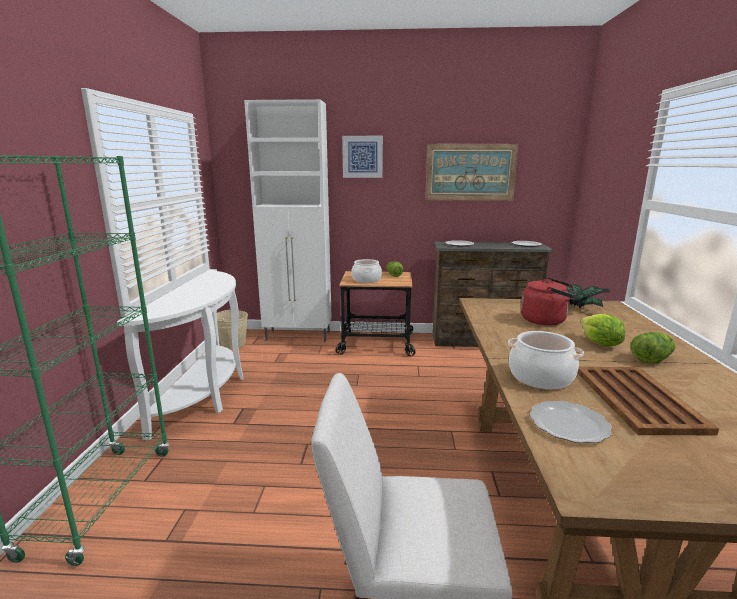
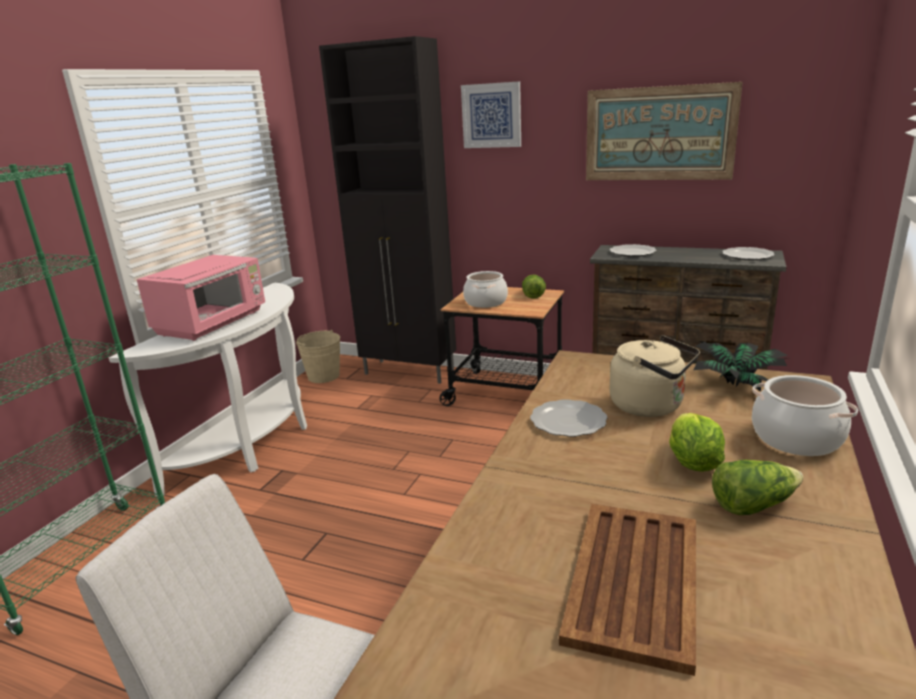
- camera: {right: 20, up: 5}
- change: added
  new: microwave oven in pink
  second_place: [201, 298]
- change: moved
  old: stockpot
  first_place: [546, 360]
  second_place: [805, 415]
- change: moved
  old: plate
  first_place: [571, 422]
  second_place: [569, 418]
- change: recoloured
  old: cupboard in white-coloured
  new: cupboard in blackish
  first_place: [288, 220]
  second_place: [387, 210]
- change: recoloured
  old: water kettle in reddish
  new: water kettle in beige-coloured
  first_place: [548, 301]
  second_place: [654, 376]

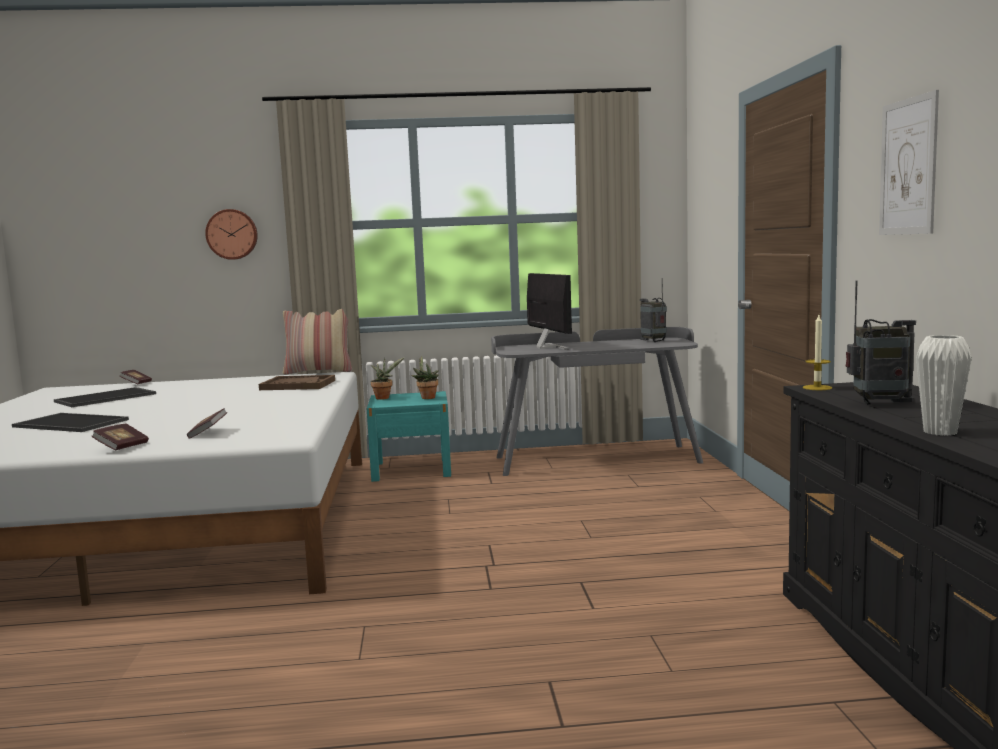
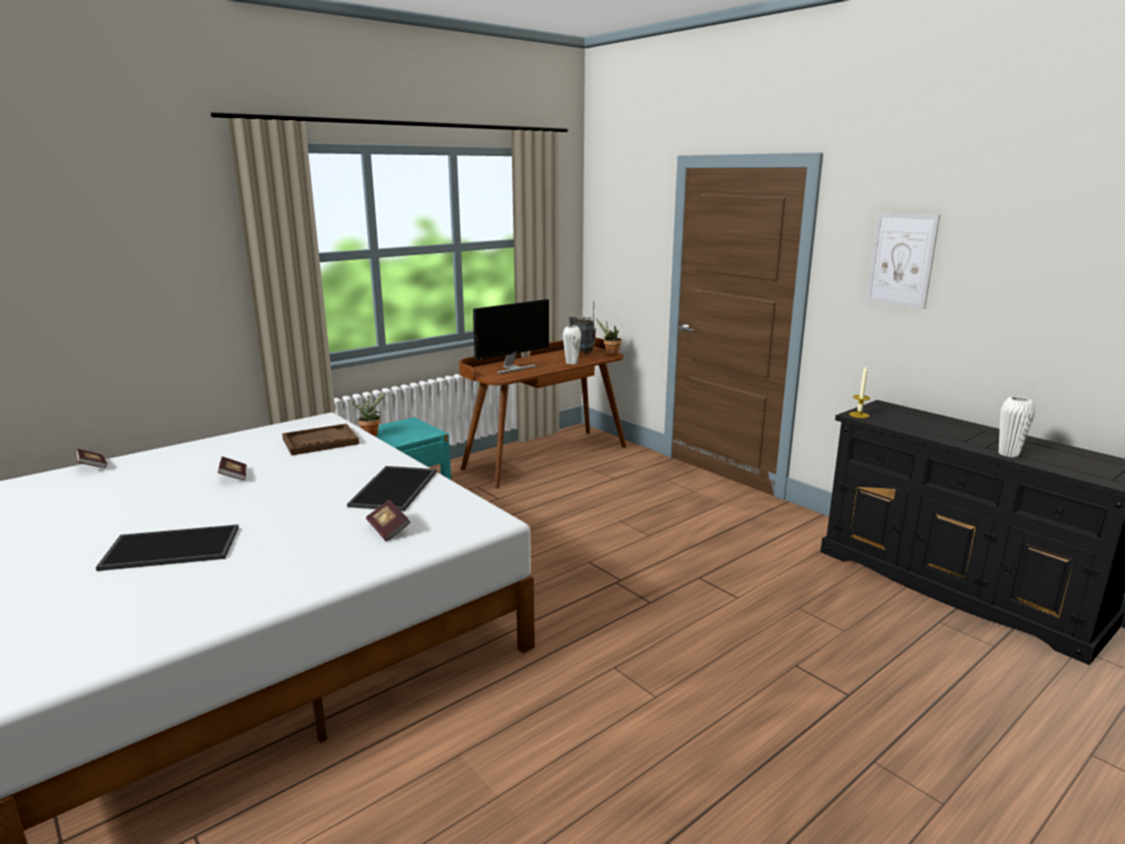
- camera: {right: -35, up: 10}
- change: removed
  old: hanging clock
  first_place: [231, 234]
- change: removed
  old: throw pillow
  first_place: [317, 342]
- change: removed
  old: radio
  first_place: [881, 343]
- change: added
  new: flower vase in white-coloured
  second_place: [572, 345]
- change: moved
  old: carrying tray
  first_place: [105, 397]
  second_place: [392, 488]
- change: moved
  old: bound book
  first_place: [120, 437]
  second_place: [232, 468]
- change: moved
  old: houseplant
  first_place: [425, 377]
  second_place: [609, 337]
- change: recoloured
  old: desk table in greyish
  new: desk table in brown
  first_place: [597, 401]
  second_place: [542, 413]
- change: turned
  old: computer screen
  first_place: [549, 311]
  second_place: [511, 336]
  degrees: 105

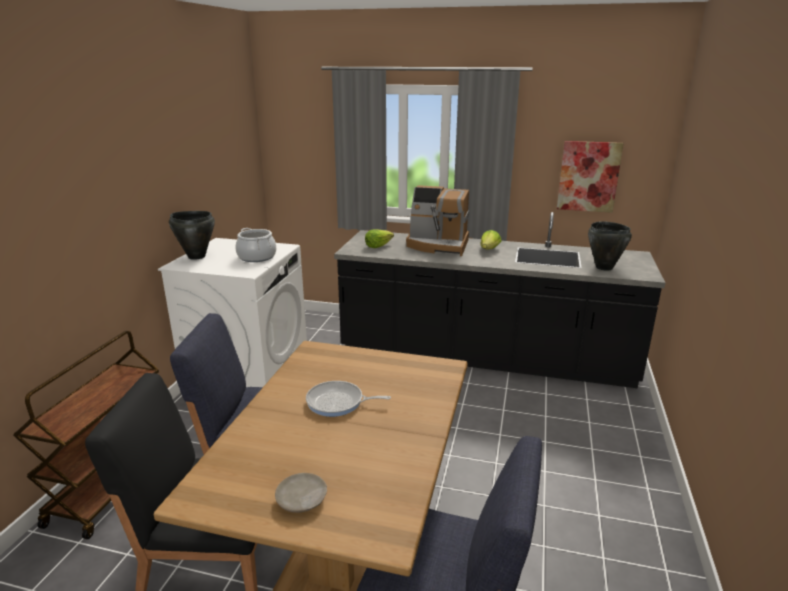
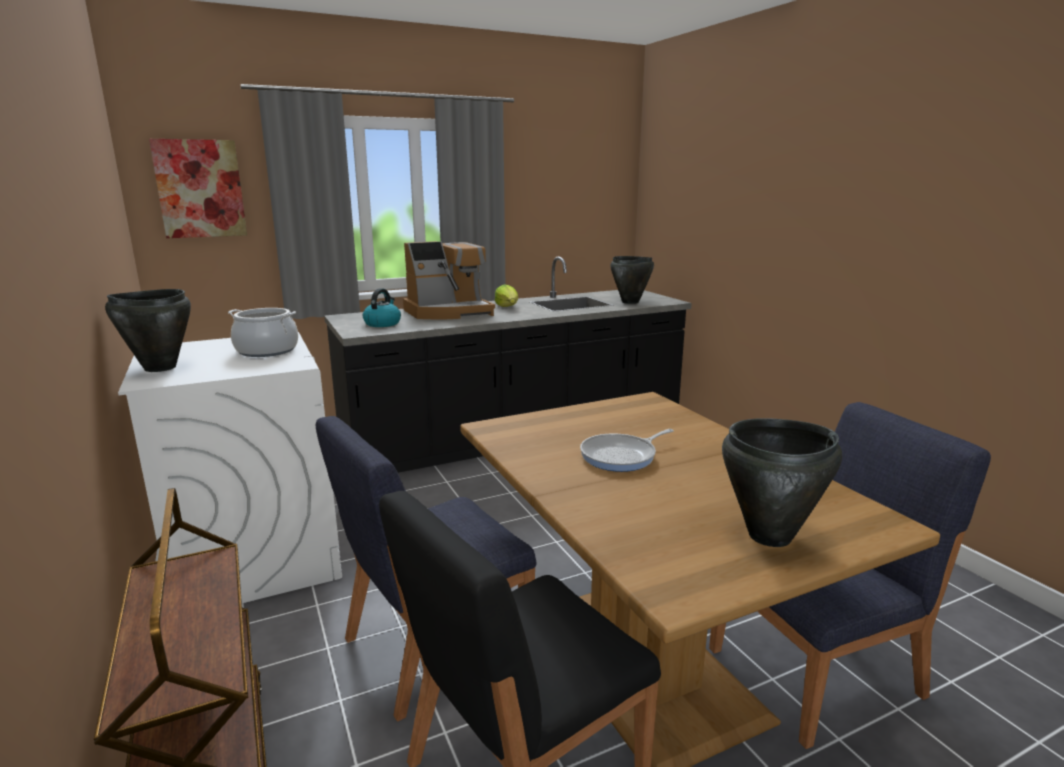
- camera: {right: -40, up: -5}
- change: moved
  old: picture
  first_place: [590, 177]
  second_place: [198, 188]
- change: replaced
  old: plate in beige-coloured
  new: stockpot in blackish
  first_place: [301, 493]
  second_place: [782, 482]
- change: replaced
  old: lettuce
  new: water kettle
  first_place: [379, 238]
  second_place: [382, 307]

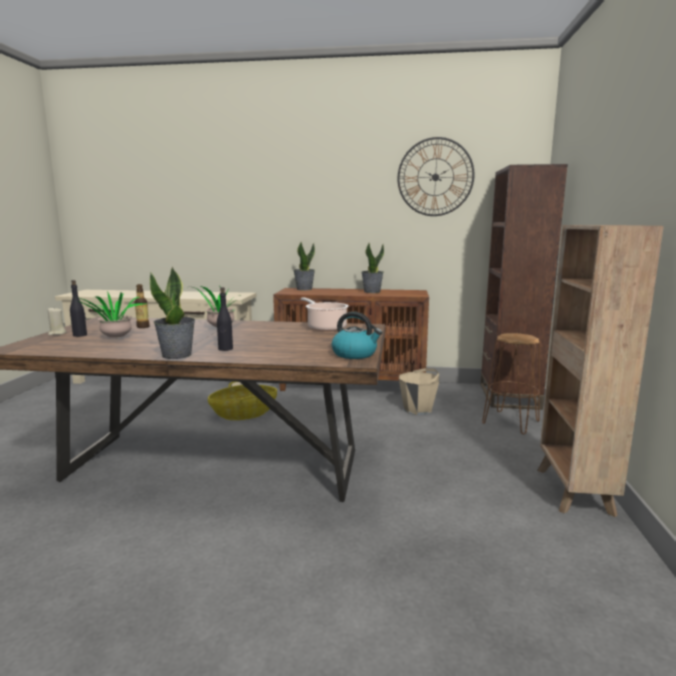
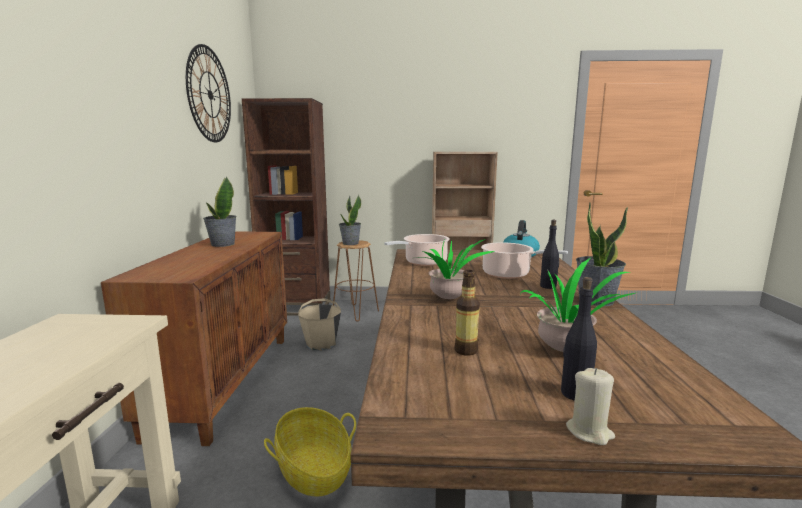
- camera: {right: -95, up: 0}
- change: added
  new: stockpot
  second_place: [524, 260]
- change: moved
  old: houseplant
  first_place: [304, 266]
  second_place: [350, 220]

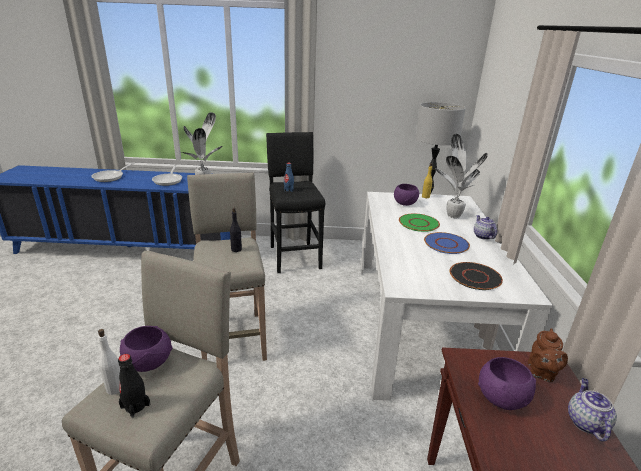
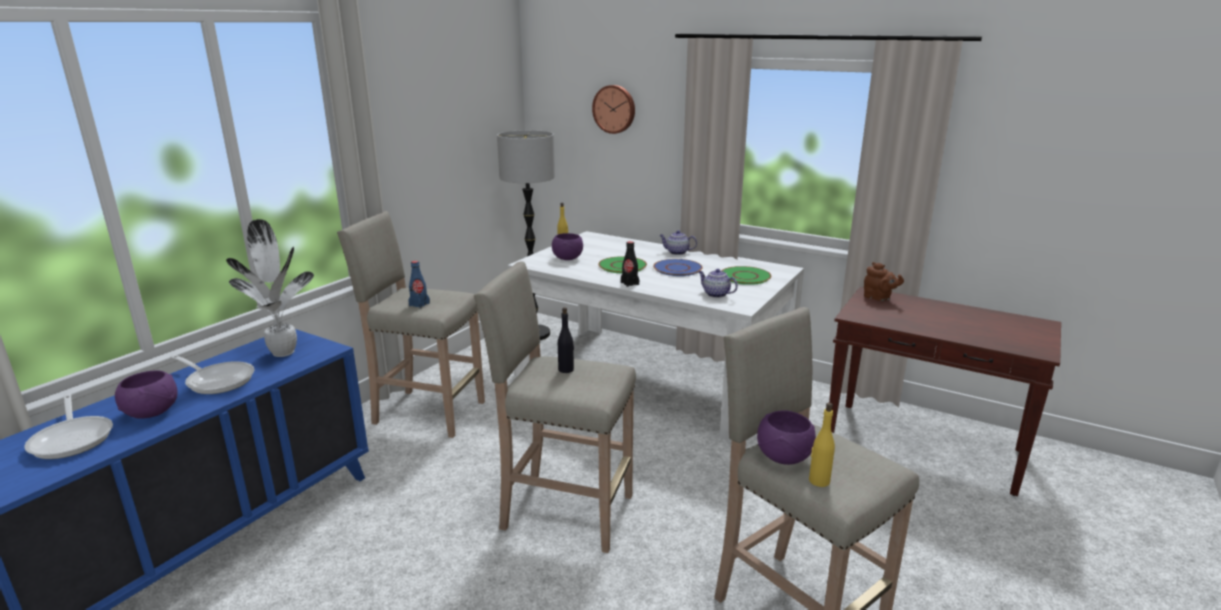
- camera: {right: -60, up: -5}
- change: removed
  old: houseplant
  first_place: [461, 176]
- change: added
  new: hanging clock
  second_place: [613, 109]
- change: moved
  old: bottle in blackish
  first_place: [134, 386]
  second_place: [630, 264]
- change: moved
  old: deep dish in purple-coloured
  first_place: [507, 383]
  second_place: [146, 394]
- change: moved
  old: pot for tea
  first_place: [592, 410]
  second_place: [718, 283]
- change: recoloured
  old: bottle in white-coloured
  new: bottle in yellow-coloured
  first_place: [109, 362]
  second_place: [822, 445]
- change: recoloured
  old: sitting stool in blackish
  new: sitting stool in beige-coloured
  first_place: [295, 202]
  second_place: [411, 324]
- change: recoloured
  old: plate in blackish
  new: plate in green
  first_place: [476, 276]
  second_place: [746, 275]

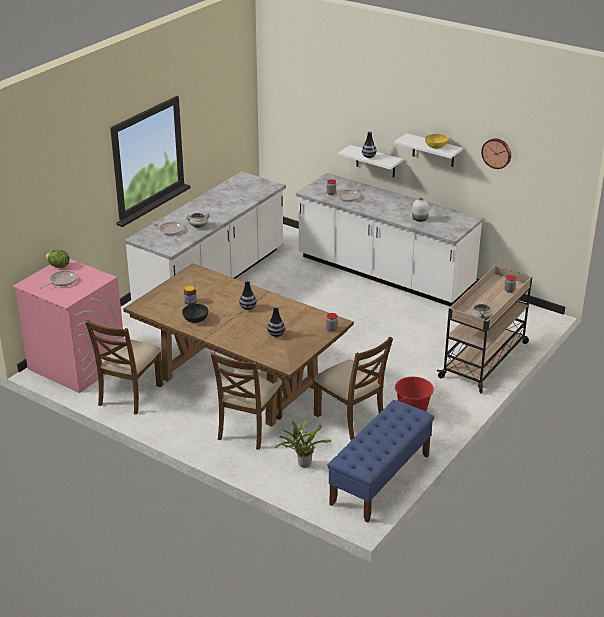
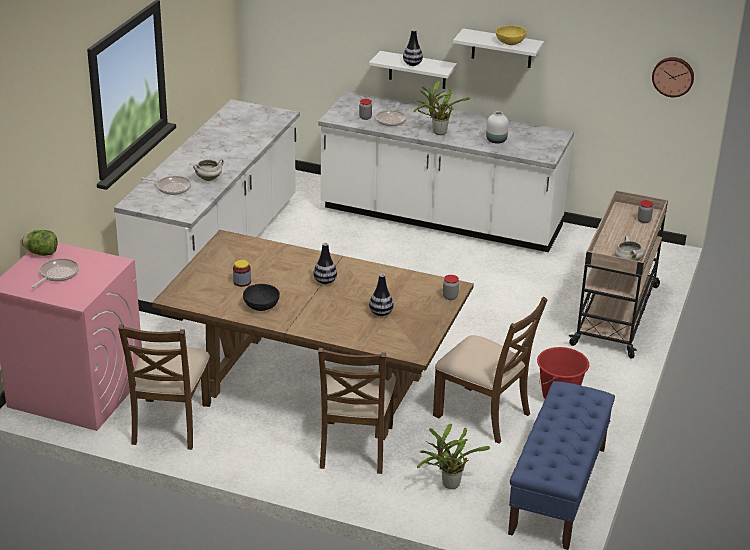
- camera: {right: -15, up: 0}
- change: added
  new: houseplant
  second_place: [441, 108]
- change: moved
  old: hanging clock
  first_place: [496, 153]
  second_place: [673, 77]

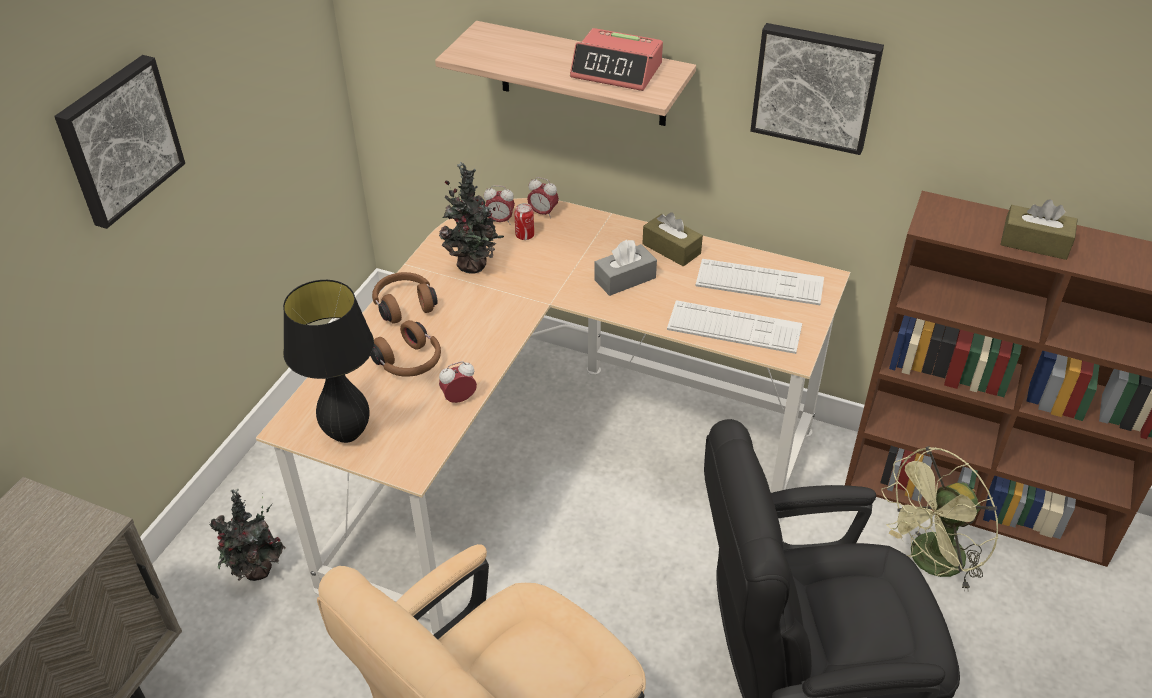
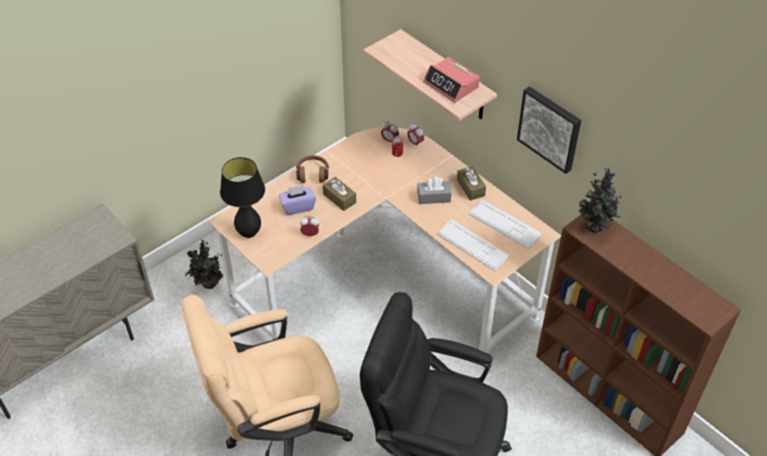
- camera: {right: 25, up: 5}
- change: removed
  old: picture
  first_place: [119, 142]
- change: removed
  old: electric fan in green
  first_place: [939, 518]
- change: moved
  old: houseplant
  first_place: [471, 218]
  second_place: [600, 199]
- change: moved
  old: tissue box in brown
  first_place: [1039, 229]
  second_place: [339, 194]
- change: replaced
  old: headset in brown
  new: tissue box in purple-coloured
  first_place: [405, 348]
  second_place: [297, 200]

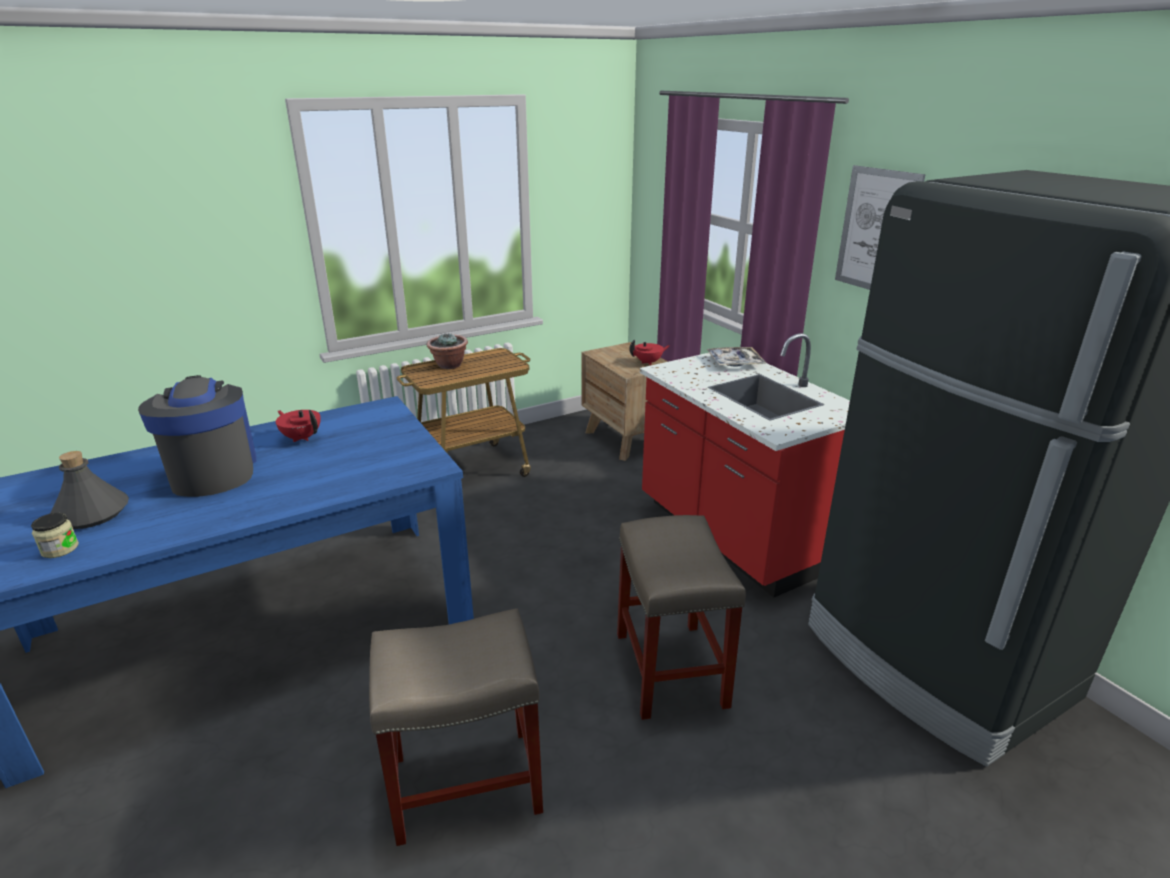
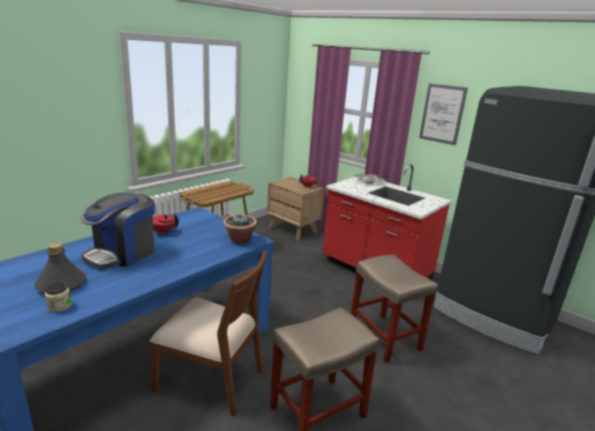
- camera: {right: -20, up: -5}
- change: added
  new: plain chair in brown
  second_place: [208, 333]
- change: moved
  old: houseplant
  first_place: [447, 351]
  second_place: [240, 229]
- change: turned
  old: coffee maker
  first_place: [197, 436]
  second_place: [117, 230]
  degrees: -105

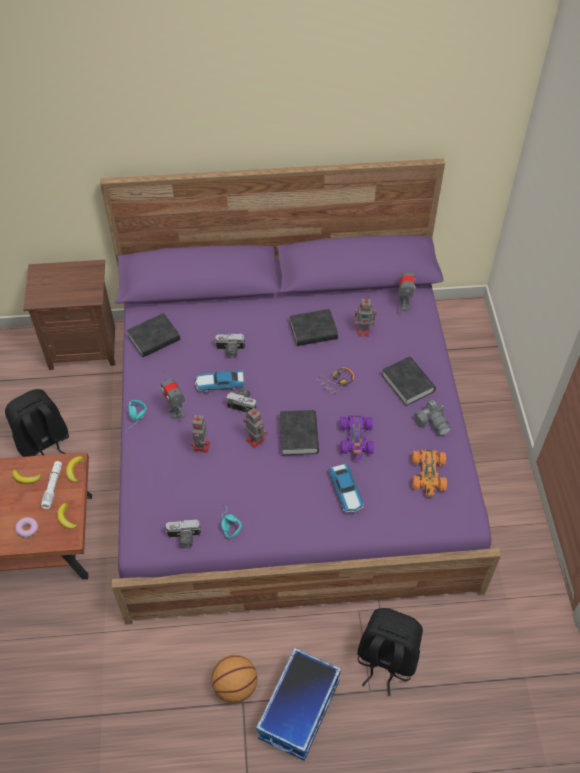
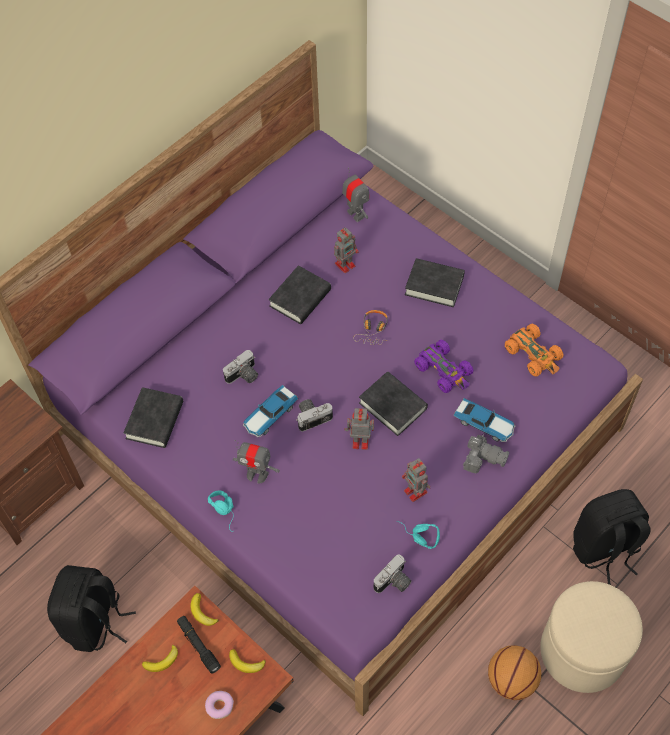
- camera: {right: -40, up: 5}
- change: moved
  old: toy robot
  first_place: [200, 434]
  second_place: [416, 480]
- change: moved
  old: still camera
  first_place: [432, 417]
  second_place: [486, 454]
- change: replaced
  old: storage container
  new: pouffe in beige-coloured
  first_place: [298, 704]
  second_place: [591, 637]
- change: recoloured
  old: hand torch in white-coloured
  new: hand torch in blackish
  first_place: [51, 485]
  second_place: [199, 645]

